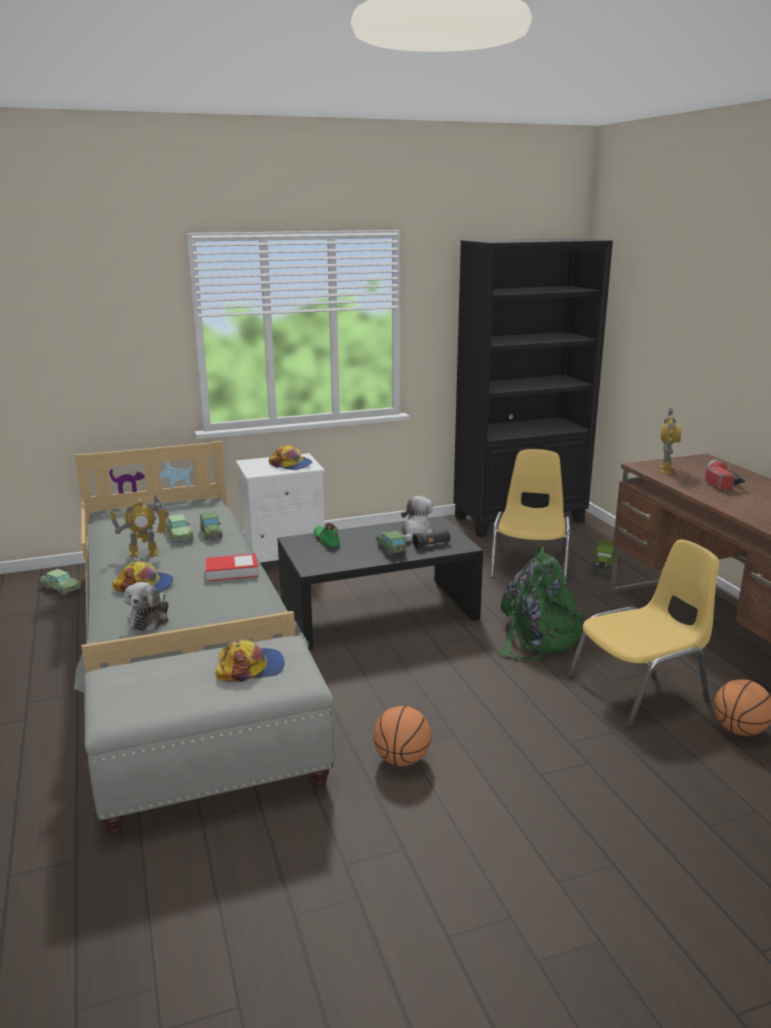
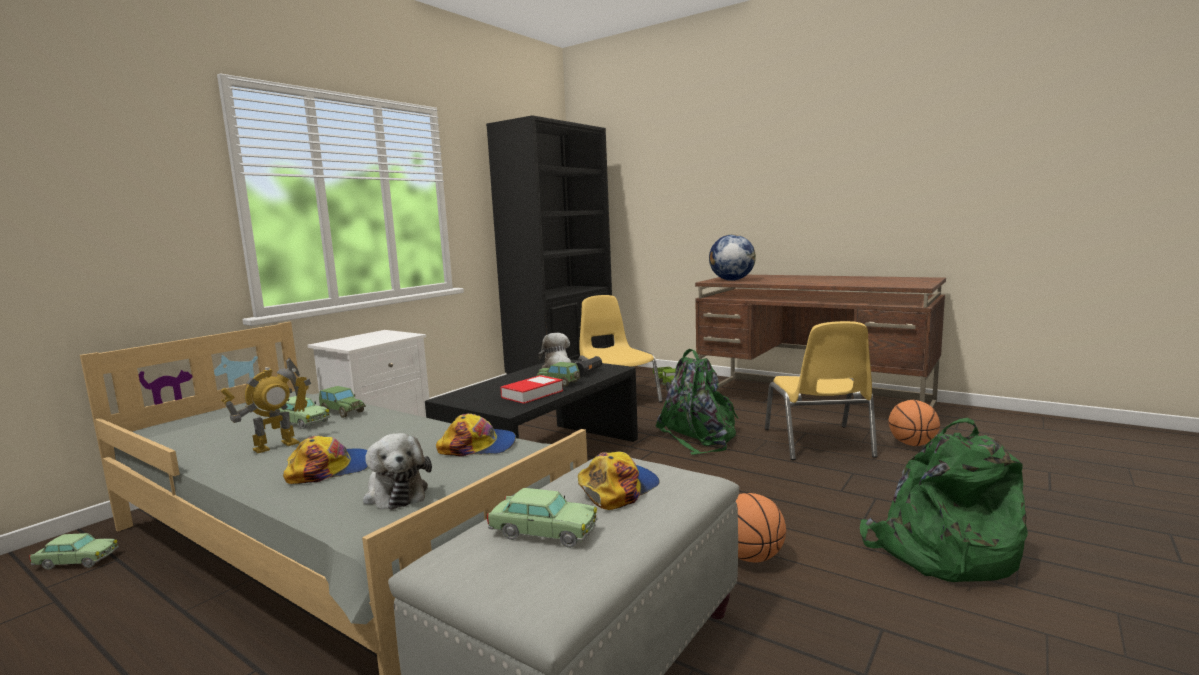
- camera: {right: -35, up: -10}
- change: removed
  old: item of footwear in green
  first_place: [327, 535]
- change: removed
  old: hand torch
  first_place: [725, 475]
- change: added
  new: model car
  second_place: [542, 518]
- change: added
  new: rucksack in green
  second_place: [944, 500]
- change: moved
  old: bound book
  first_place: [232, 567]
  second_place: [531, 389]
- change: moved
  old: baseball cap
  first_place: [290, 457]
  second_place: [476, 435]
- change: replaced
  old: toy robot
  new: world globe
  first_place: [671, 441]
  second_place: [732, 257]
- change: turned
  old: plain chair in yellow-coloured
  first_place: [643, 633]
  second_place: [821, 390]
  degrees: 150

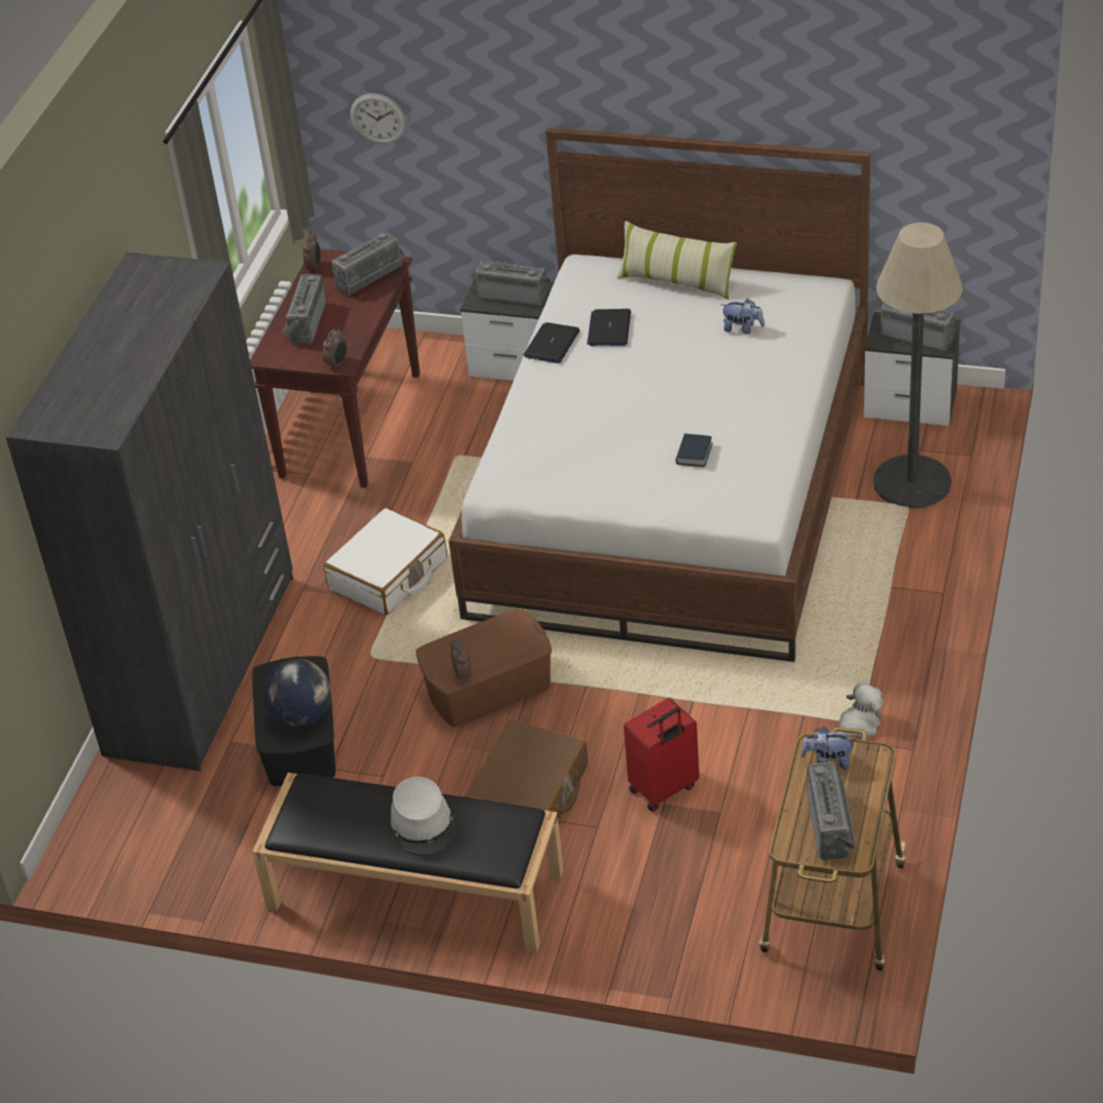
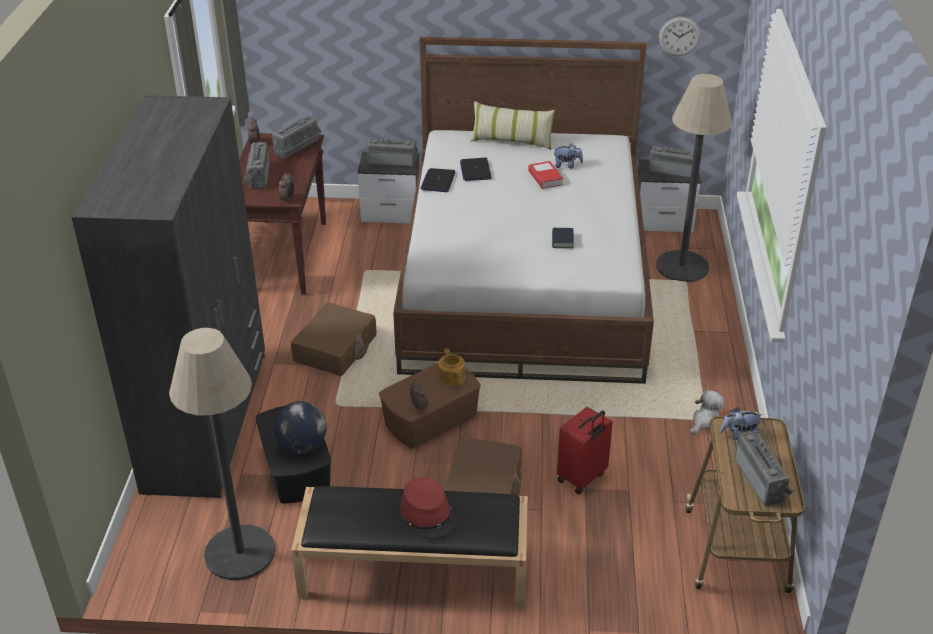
- camera: {right: -15, up: -5}
- change: added
  new: standard lamp
  second_place: [222, 454]
- change: added
  new: pot for tea
  second_place: [451, 367]
- change: added
  new: bound book
  second_place: [545, 175]
- change: moved
  old: hanging clock
  first_place: [378, 118]
  second_place: [680, 36]
- change: recoloured
  old: piece of luggage in white-coloured
  new: piece of luggage in brown
  first_place: [385, 561]
  second_place: [333, 339]
- change: recoloured
  old: clothing hat in greyish
  new: clothing hat in reddish
  first_place: [423, 816]
  second_place: [428, 508]

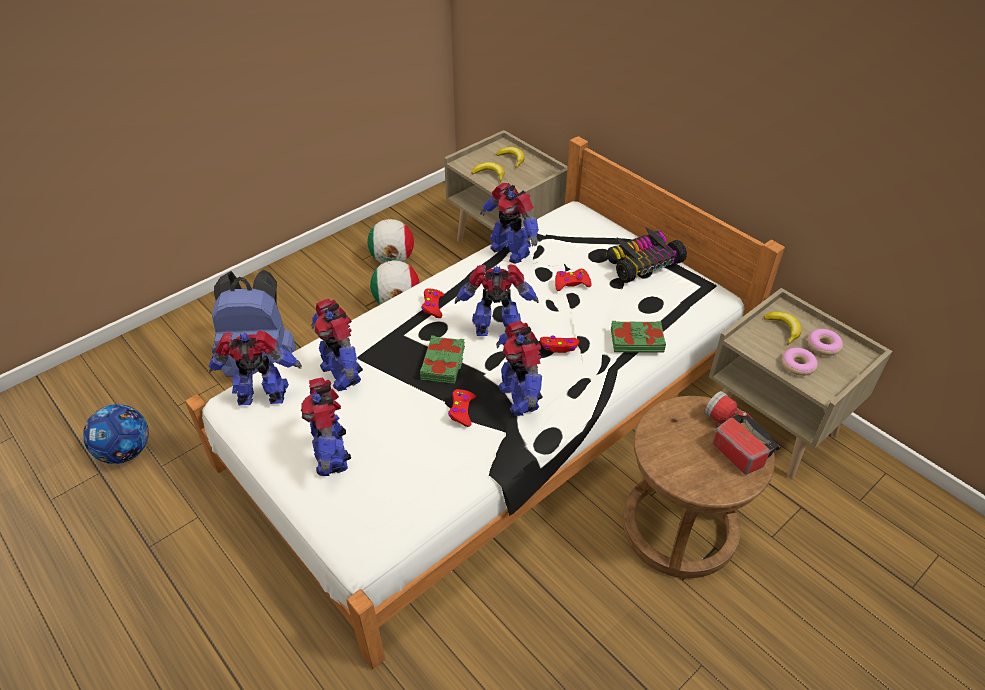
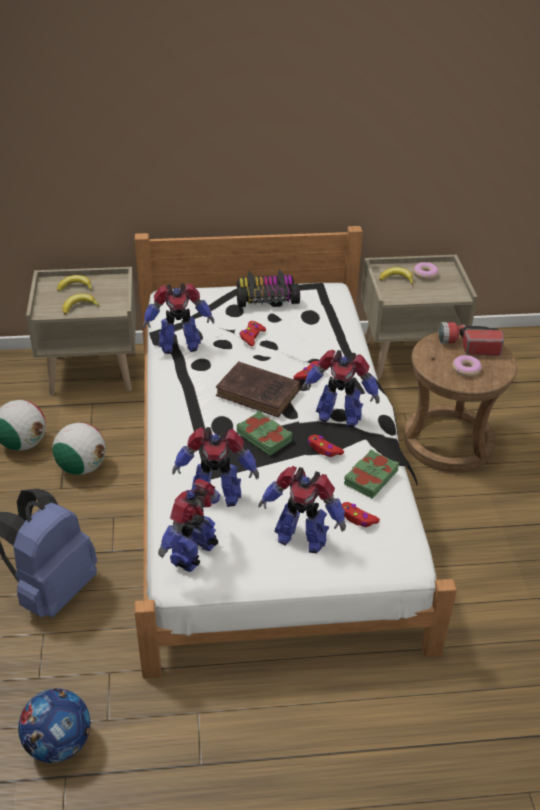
- camera: {right: -55, up: -5}
- change: moved
  old: game controller in reddish
  first_place: [433, 303]
  second_place: [361, 514]
- change: moved
  old: bound book in green
  first_place: [638, 337]
  second_place: [371, 474]
- change: moved
  old: doughnut
  first_place: [799, 362]
  second_place: [467, 366]
- change: replaced
  old: toy robot
  new: bound book in brown
  first_place: [497, 300]
  second_place: [258, 389]
- change: turned
  old: model car
  first_place: [646, 255]
  second_place: [268, 288]
  degrees: 75

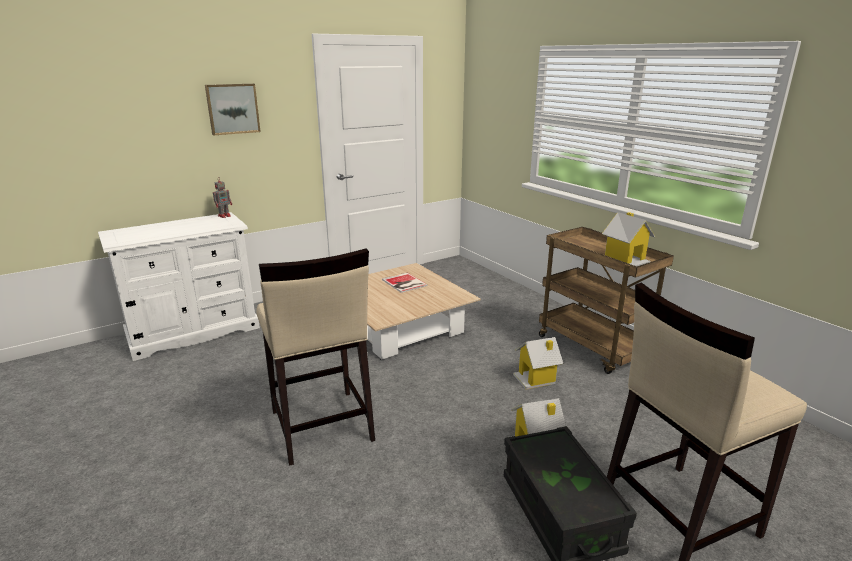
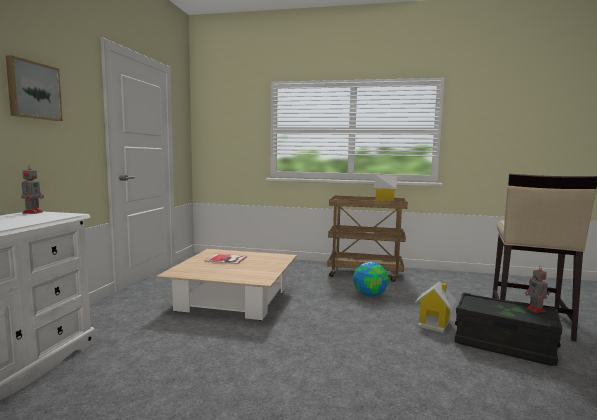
- camera: {right: -45, up: -15}
- change: removed
  old: sitting stool in beige-coloured
  first_place: [315, 357]
- change: added
  new: toy robot
  second_place: [537, 289]
- change: replaced
  old: model house
  new: world globe
  first_place: [538, 363]
  second_place: [370, 279]

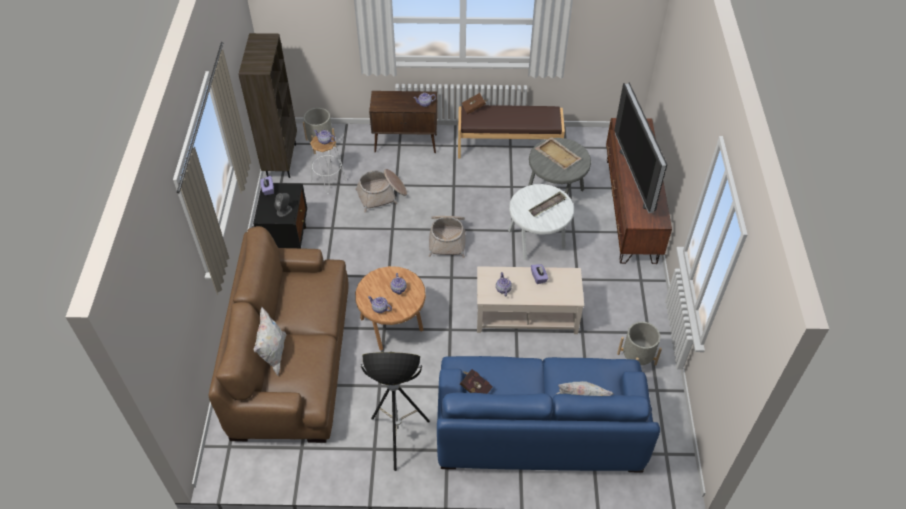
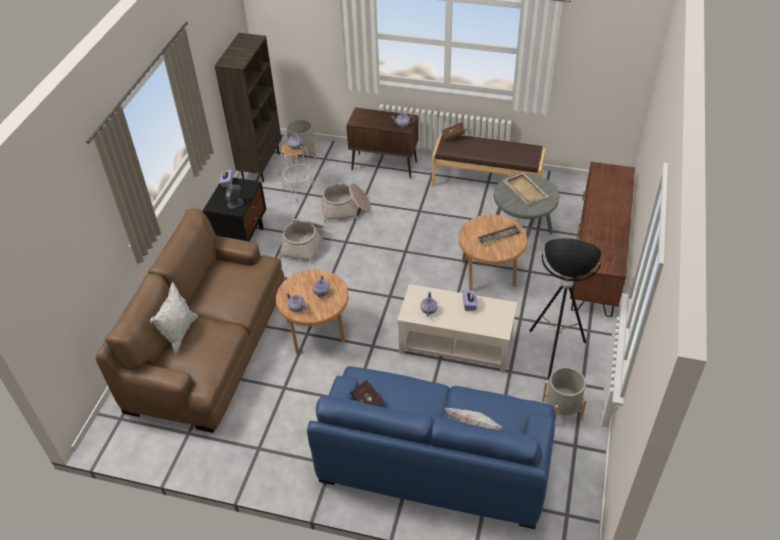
- camera: {right: 15, up: -5}
- change: removed
  old: TV
  first_place: [640, 148]
- change: moved
  old: standard lamp
  first_place: [395, 411]
  second_place: [565, 308]
- change: moved
  old: storage basket
  first_place: [447, 237]
  second_place: [301, 241]
- change: recoloured
  old: accent table in white-coloured
  new: accent table in brown
  first_place: [541, 222]
  second_place: [493, 252]

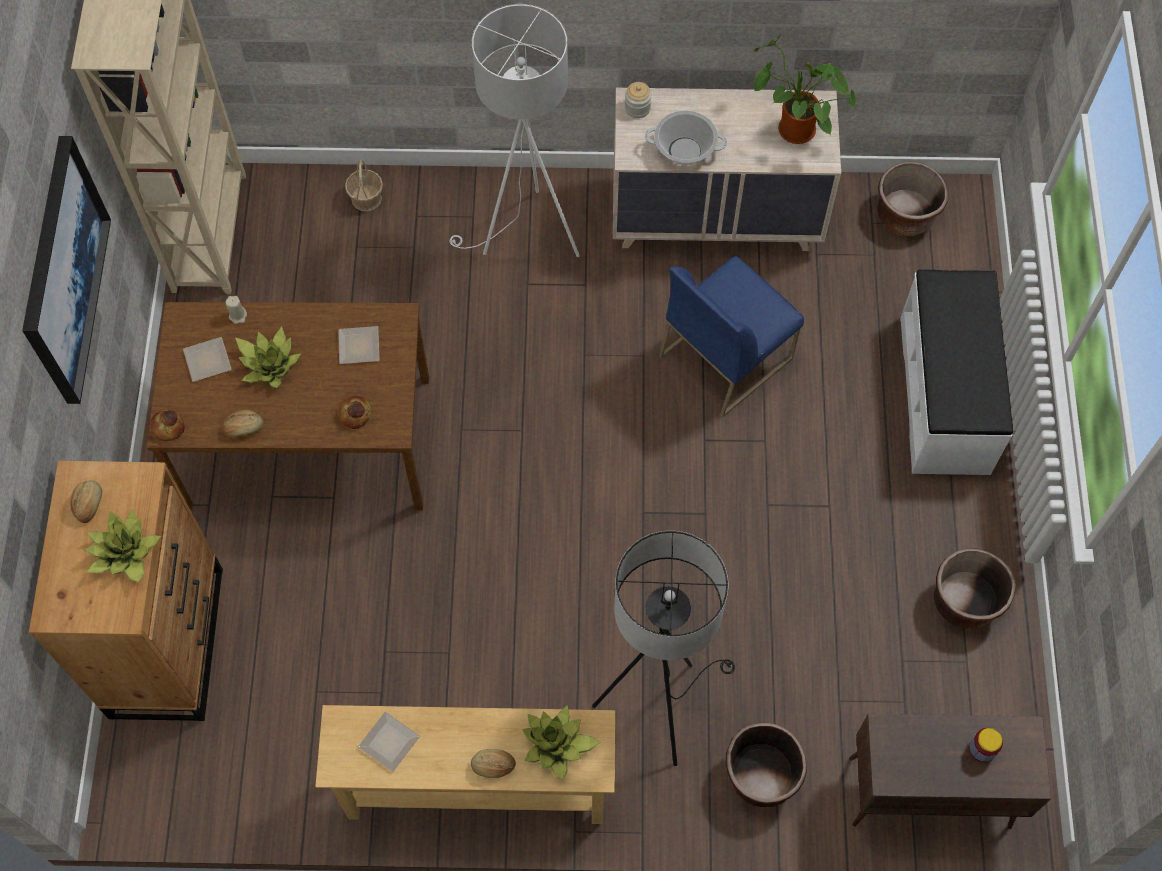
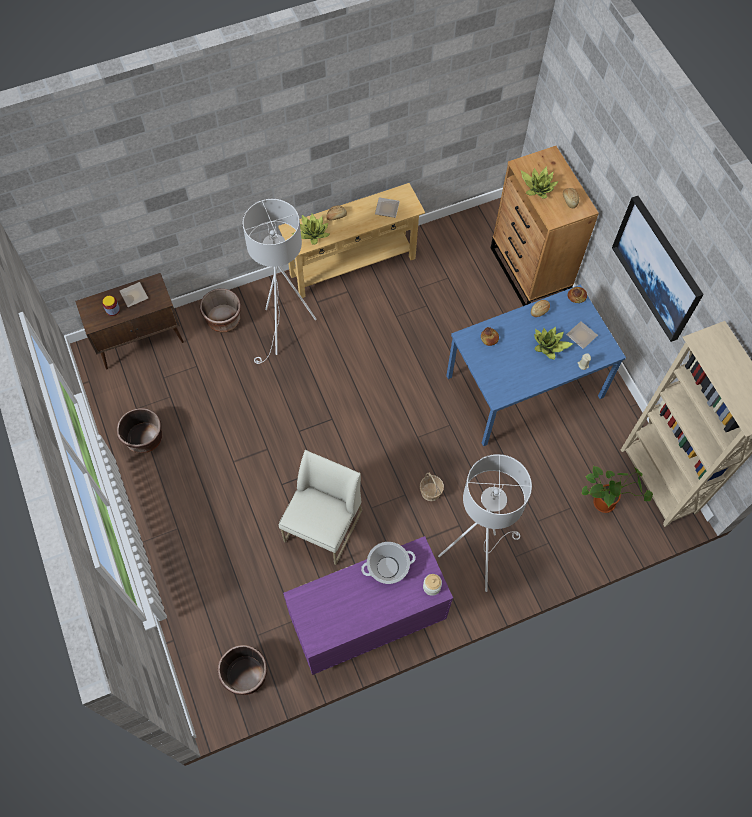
- camera: {right: 155, up: 0}
- change: removed
  old: indoor bench in white-coloured
  first_place: [956, 372]
- change: moved
  old: plate
  first_place: [359, 345]
  second_place: [134, 294]
- change: moved
  old: storage basket
  first_place: [364, 186]
  second_place: [432, 486]
- change: moved
  old: houseplant
  first_place: [805, 89]
  second_place: [617, 489]
- change: recoloured
  old: dinner table in brown
  new: dinner table in bluish
  first_place: [288, 406]
  second_place: [536, 365]
- change: recoloured
  old: standard lamp in blackish
  new: standard lamp in white-coloured
  first_place: [663, 648]
  second_place: [279, 281]
- change: recoloured
  old: dresser in beige-coloured
  new: dresser in purple-coloured
  first_place: [727, 169]
  second_place: [368, 605]
- change: recoloured
  old: plain chair in bluish
  new: plain chair in white-coloured
  first_place: [731, 337]
  second_place: [320, 507]

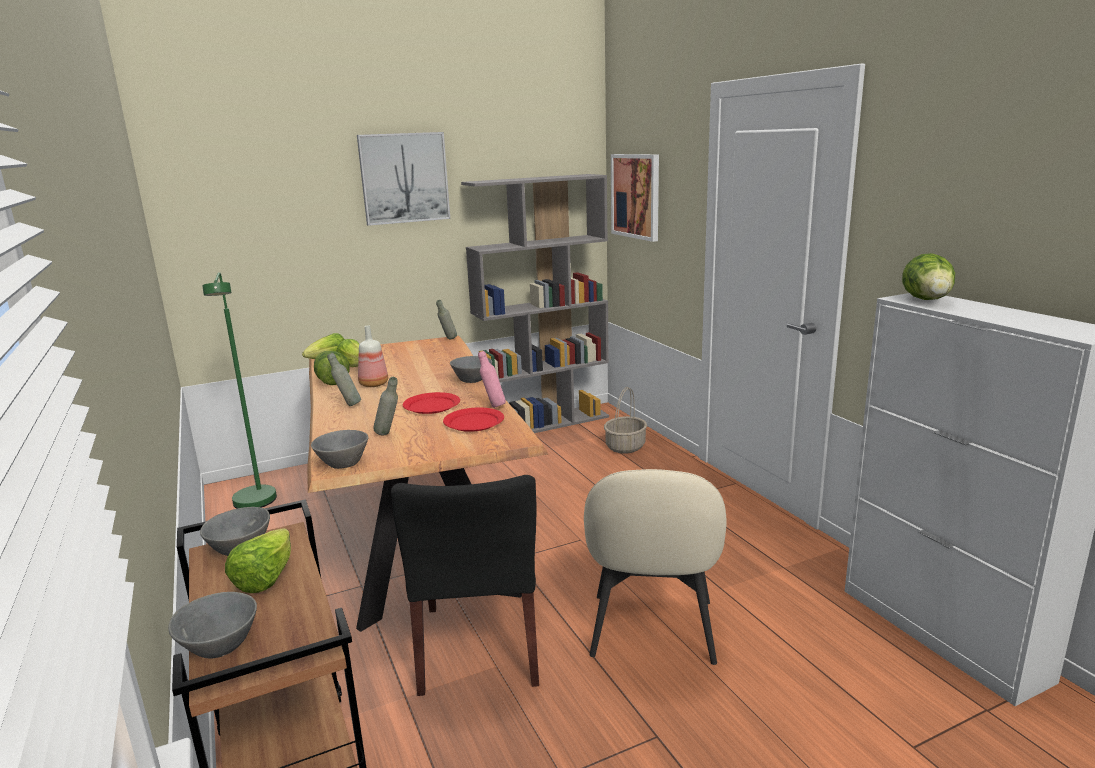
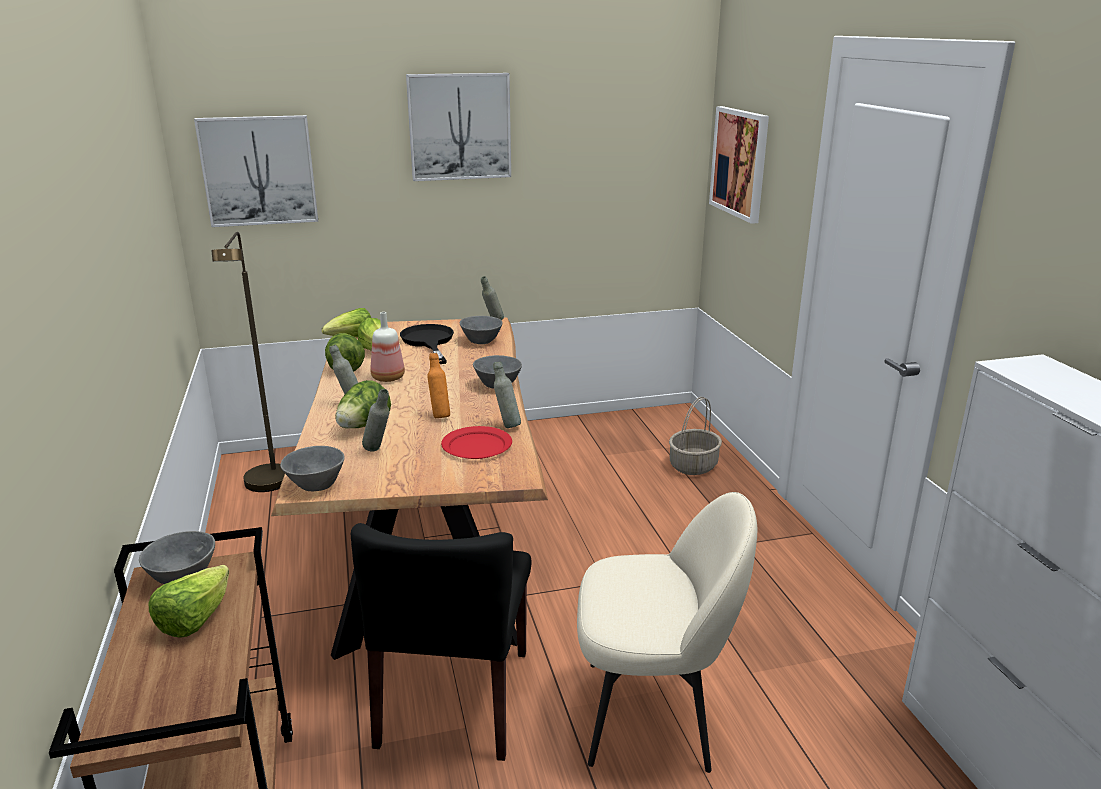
- camera: {right: 10, up: 5}
- change: removed
  old: bookshelf in greyish
  first_place: [535, 303]
- change: added
  new: picture
  second_place: [256, 171]
- change: added
  new: skillet in blackish
  second_place: [427, 344]
- change: moved
  old: deep dish in greyish
  first_place: [212, 625]
  second_place: [481, 330]
- change: moved
  old: lettuce
  first_place: [928, 276]
  second_place: [363, 404]
- change: replaced
  old: plate in reddish
  new: bottle in orange-coloured
  first_place: [431, 403]
  second_place: [439, 385]
- change: recoloured
  old: standard lamp in green
  new: standard lamp in brown
  first_place: [239, 390]
  second_place: [248, 362]
- change: recoloured
  old: bottle in pink
  new: bottle in greyish
  first_place: [492, 379]
  second_place: [507, 394]
- change: turned
  old: plain chair in beige-coloured
  first_place: [655, 567]
  second_place: [667, 632]
  degrees: -105

